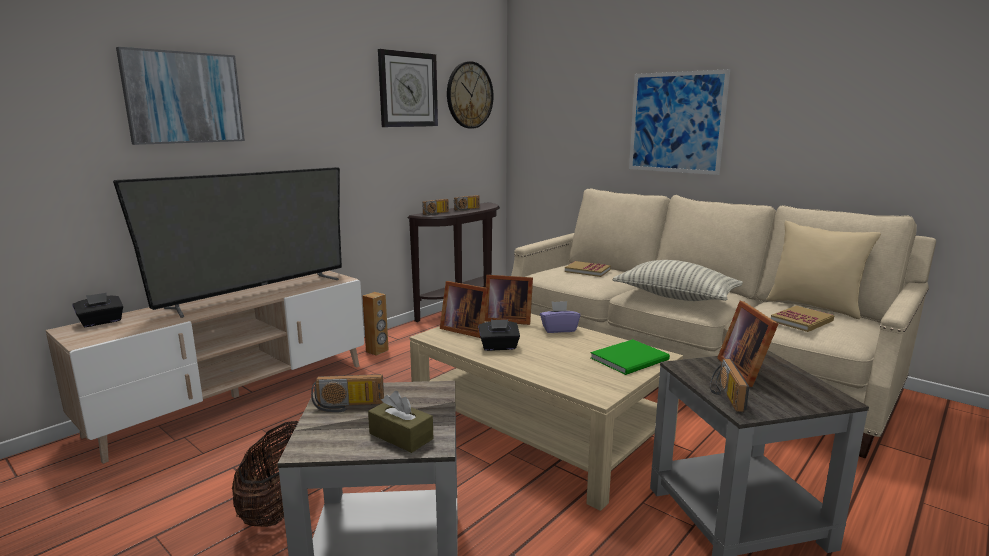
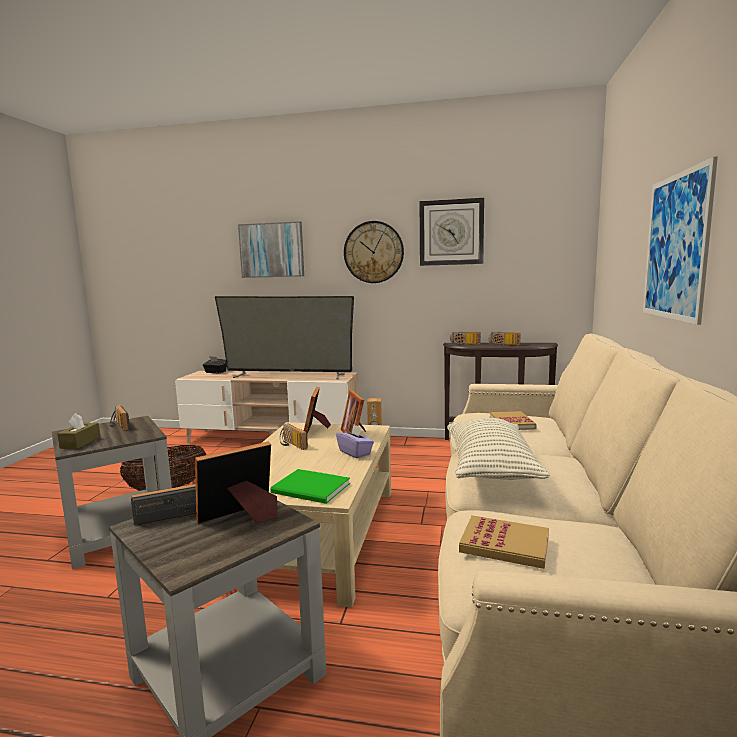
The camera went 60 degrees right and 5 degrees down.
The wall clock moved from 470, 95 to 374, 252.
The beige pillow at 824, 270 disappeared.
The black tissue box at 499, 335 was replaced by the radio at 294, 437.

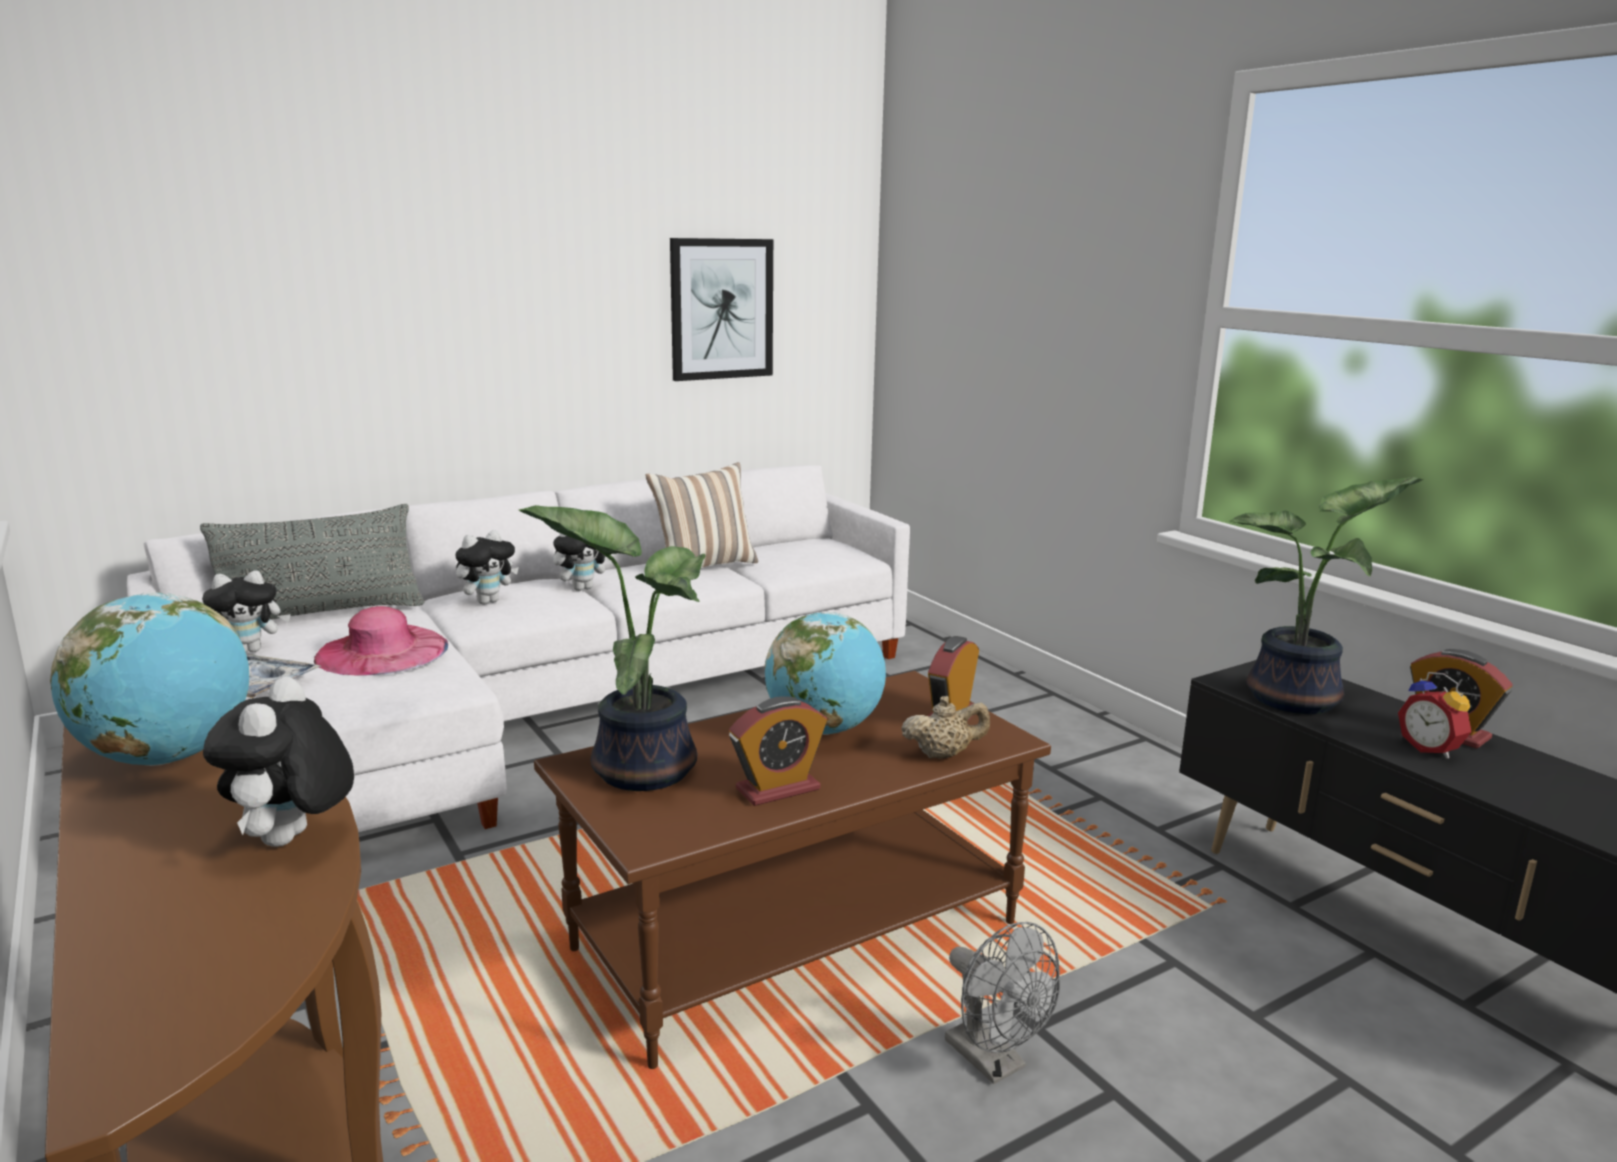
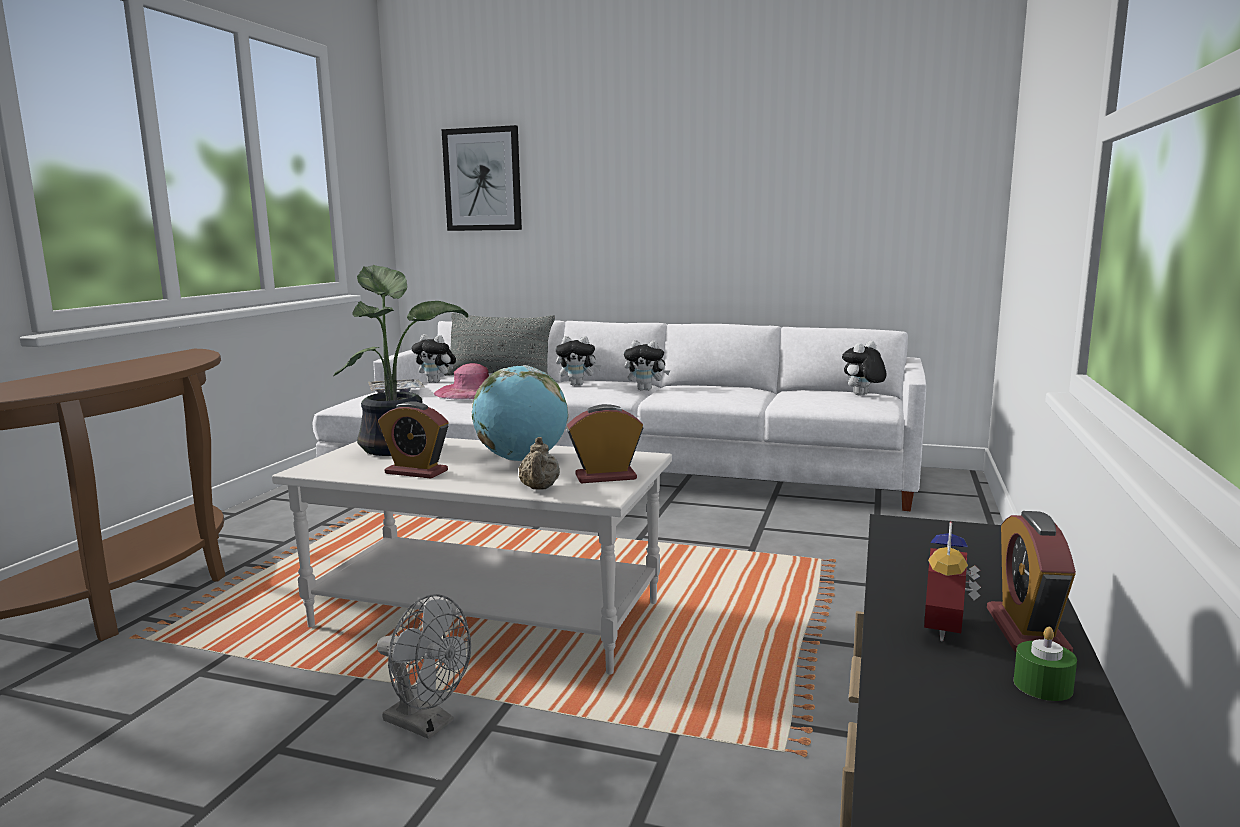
The camera went 50 degrees right and 5 degrees down.
The picture moved from 721, 309 to 482, 178.
The pillow at 701, 515 disappeared.
The potted plant at 1326, 595 disappeared.
The globe at 149, 679 disappeared.
The brown coffee table at 792, 870 became the white coffee table at 472, 556.
The plush toy moved from 278, 761 to 864, 368.
The beige teapot at 945, 727 turned 45 degrees clockwise.
The grey fan at 1002, 1003 turned 75 degrees counterclockwise.
The green candle at 1045, 664 appeared.

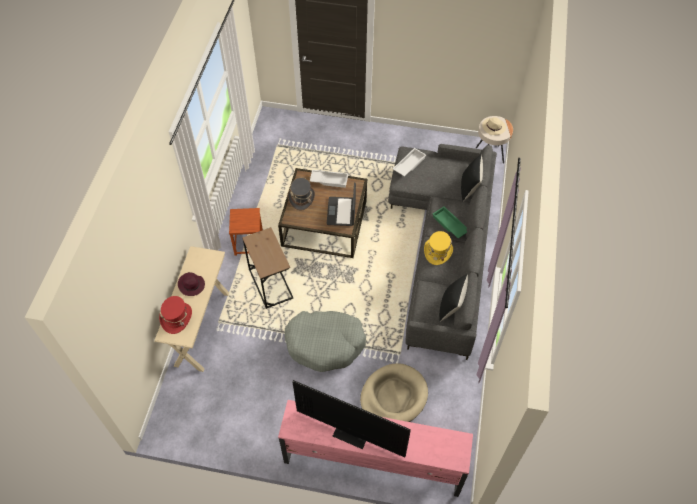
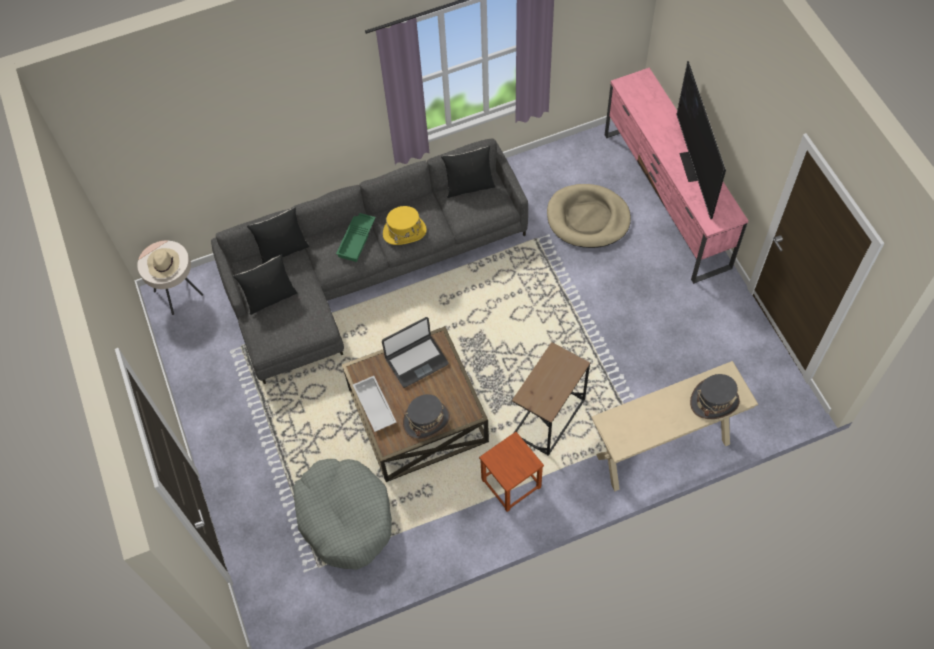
The camera went 120 degrees left and 5 degrees up.
The white tray at 409, 162 disappeared.
The purple hat at 191, 284 disappeared.
The red hat at 175, 315 became the grey hat at 715, 396.
The grey dog bed moved from 325, 341 to 343, 514.
The black pillow at 265, 284 appeared.

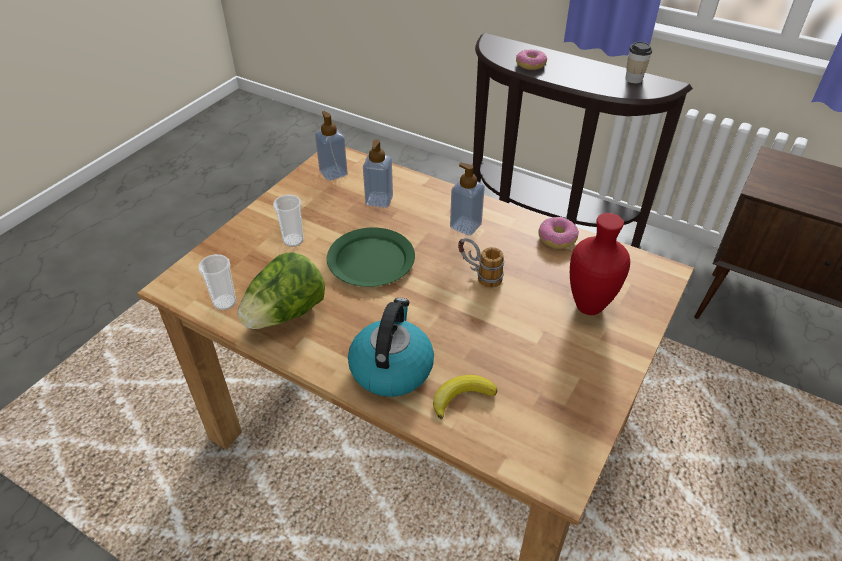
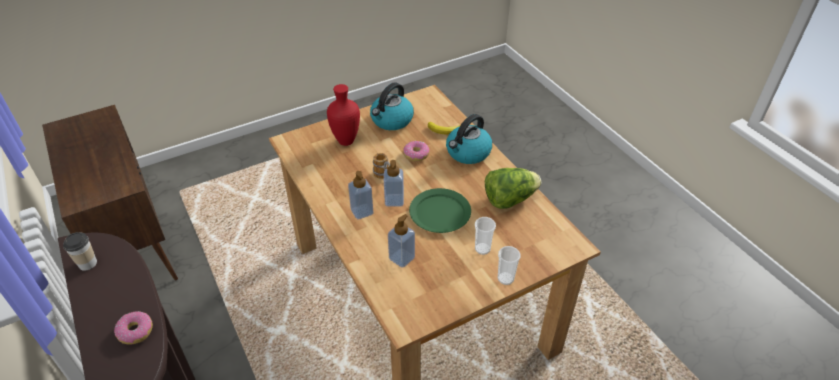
The camera went 150 degrees left and 0 degrees up.
The soap dispenser moved from 331, 146 to 394, 183.
The donut moved from 559, 233 to 416, 151.
The cup moved from 217, 282 to 509, 265.
The kettle at 392, 106 appeared.

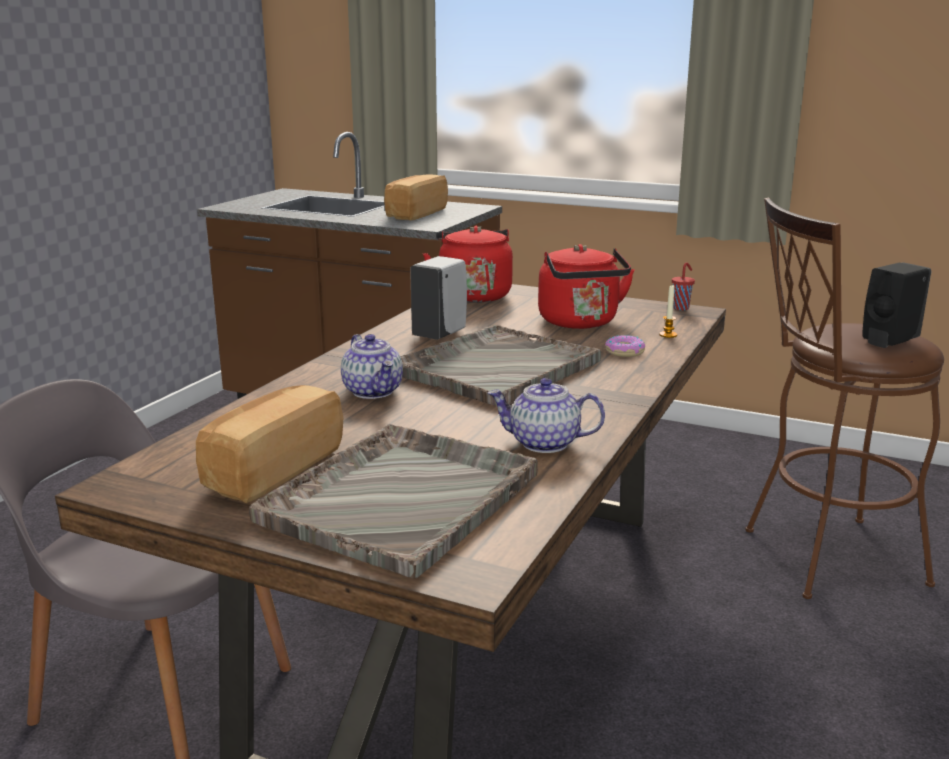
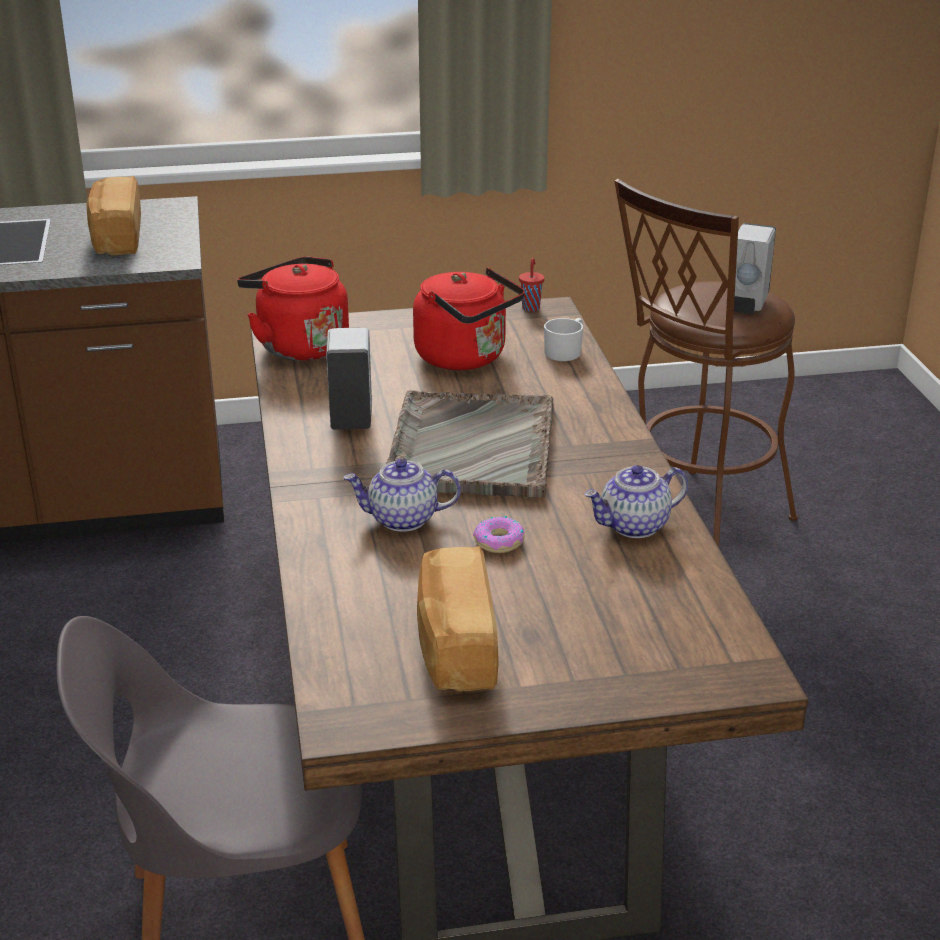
The camera went 35 degrees left and 10 degrees up.
The black soap dispenser at 896, 305 became the white soap dispenser at 755, 268.
The candle at 668, 311 was replaced by the white mug at 563, 339.
The teapot at 372, 366 turned 150 degrees clockwise.
The donut moved from 625, 346 to 499, 534.
The grey tray at 393, 501 disappeared.

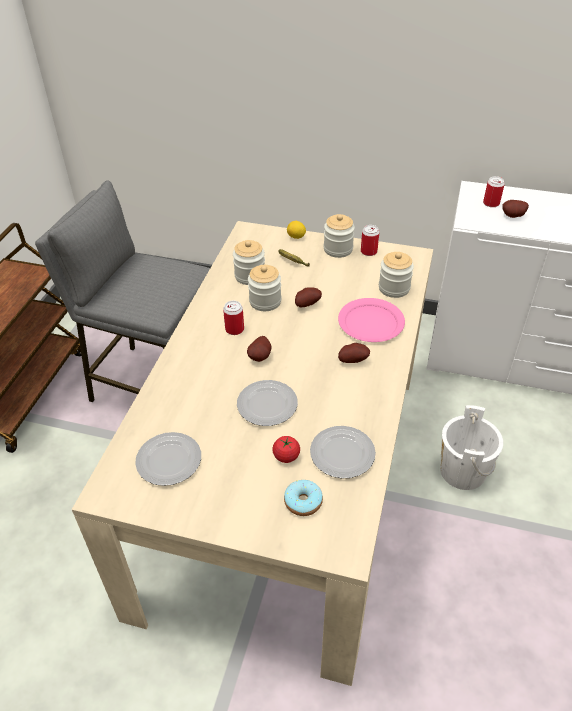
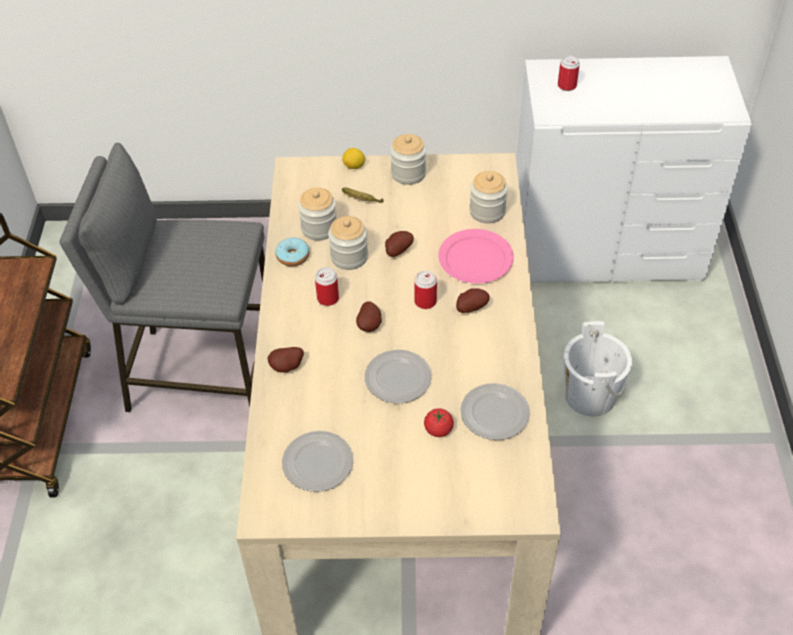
The camera went 15 degrees left and 5 degrees up.
The potato moved from 515, 209 to 286, 360.
The can moved from 370, 240 to 425, 289.
The donut moved from 303, 498 to 293, 252.

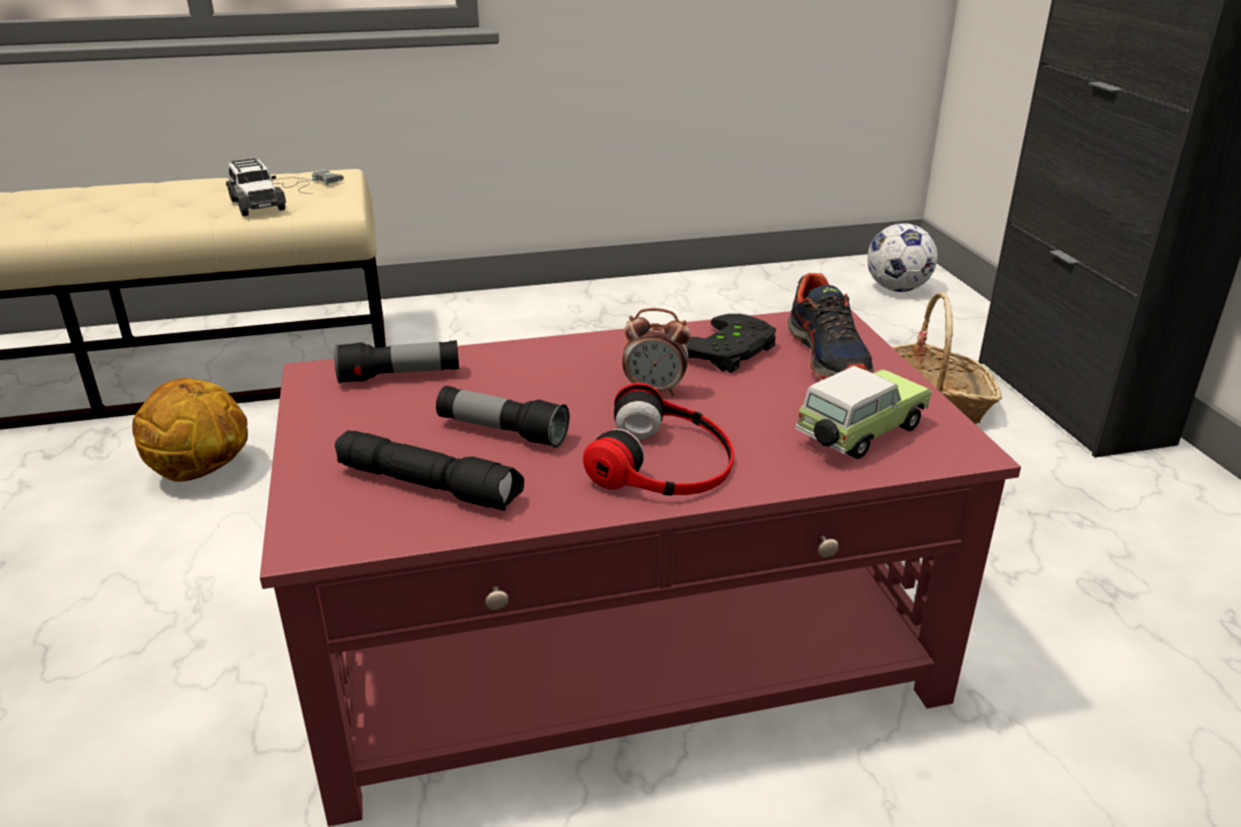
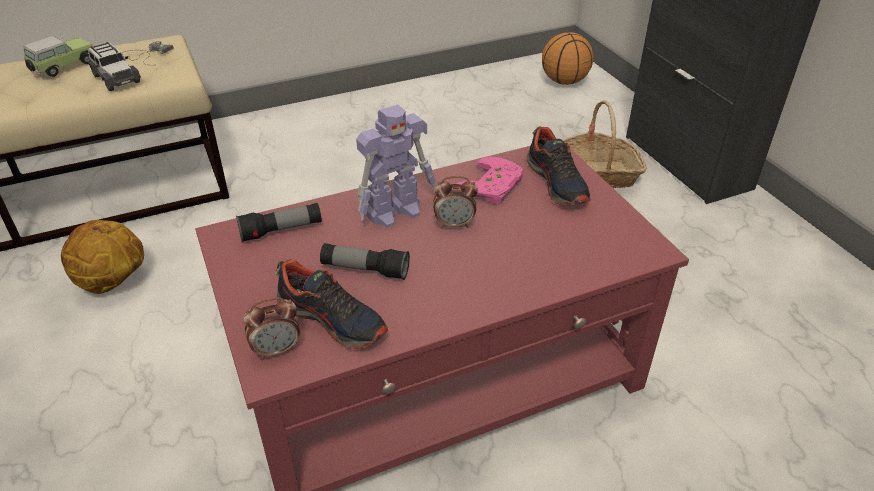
The camera went 10 degrees left and 10 degrees up.
The football at 902, 257 was replaced by the basketball at 567, 58.
The black game controller at 731, 343 became the pink game controller at 490, 181.
The toy car moved from 863, 412 to 58, 56.
The headphones at 658, 439 disappeared.
The black flashlight at 429, 470 was replaced by the shoe at 331, 304.
The toy robot at 396, 166 appeared.
The alarm clock at 271, 328 appeared.

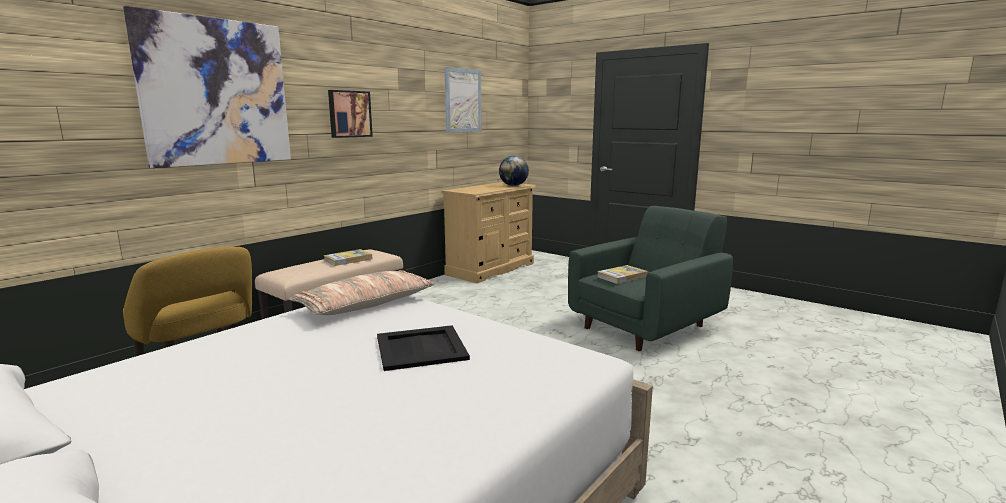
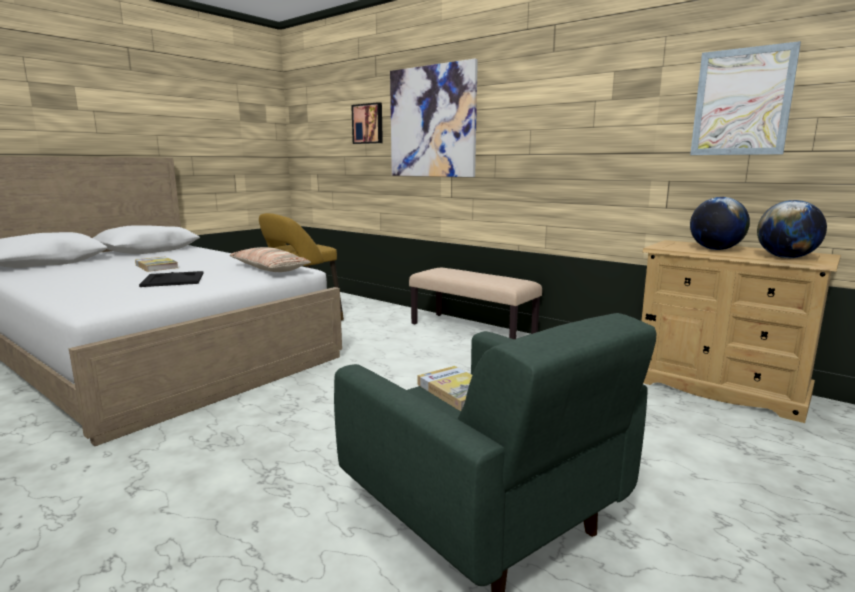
The camera went 90 degrees right and 0 degrees up.
The picture moved from 350, 114 to 367, 123.
The book moved from 347, 257 to 156, 264.
The globe at 720, 223 appeared.

